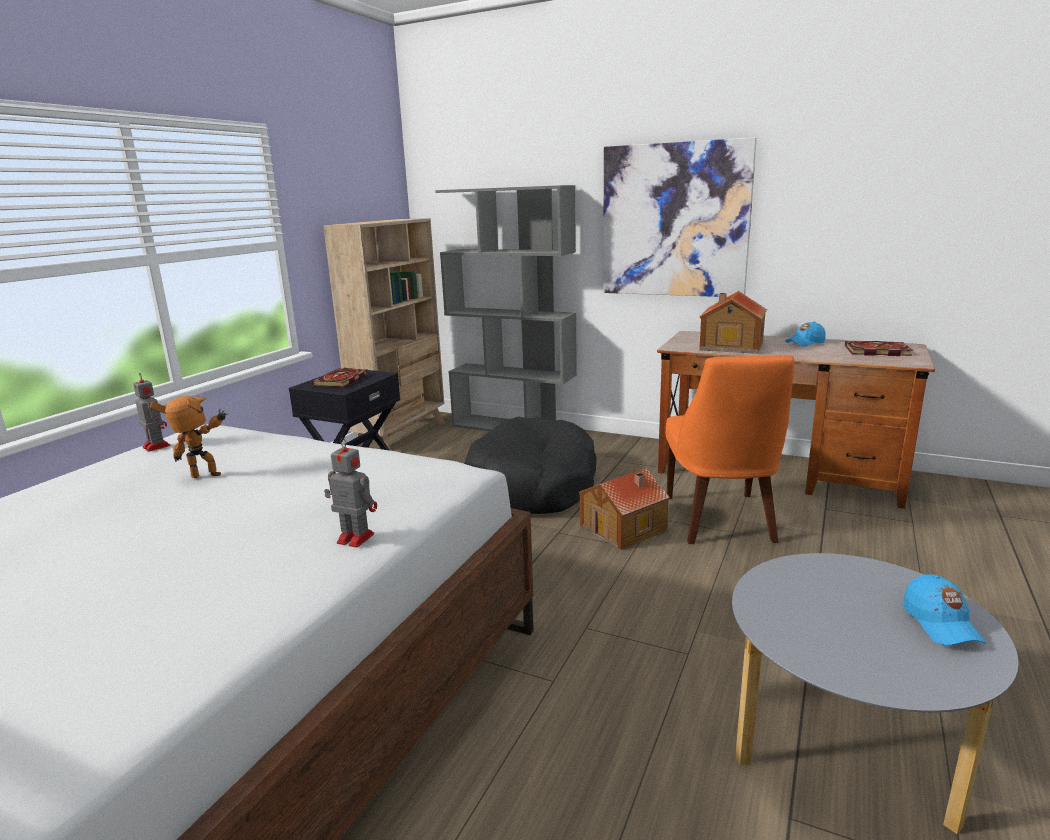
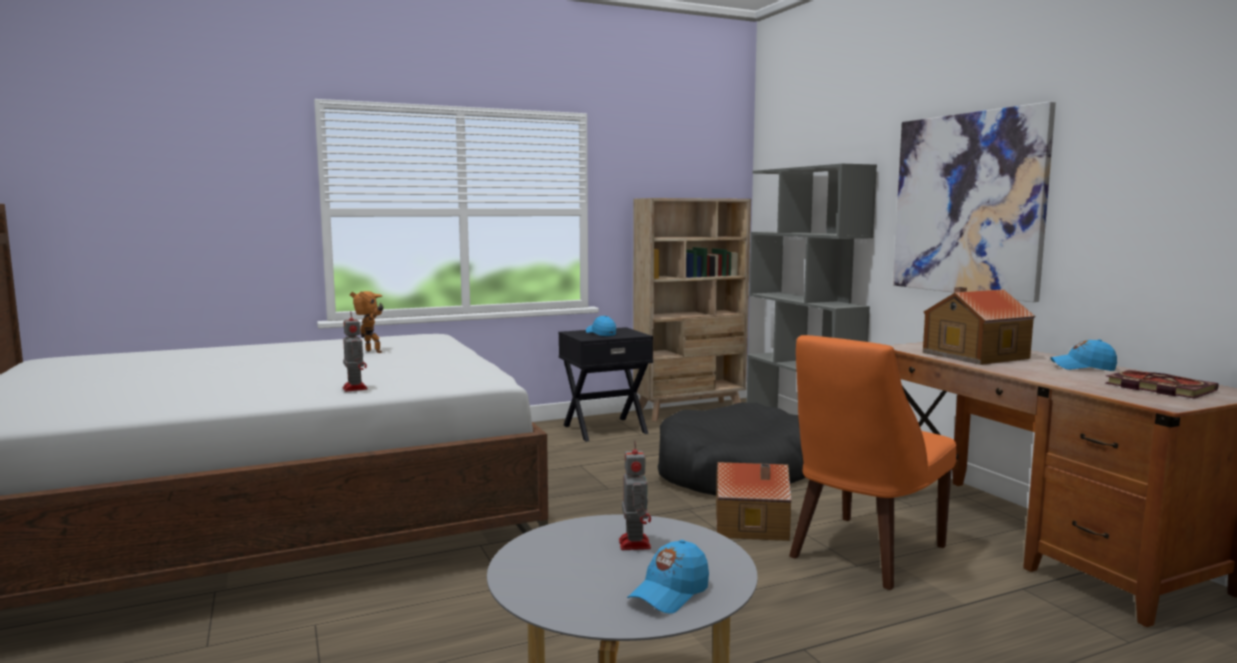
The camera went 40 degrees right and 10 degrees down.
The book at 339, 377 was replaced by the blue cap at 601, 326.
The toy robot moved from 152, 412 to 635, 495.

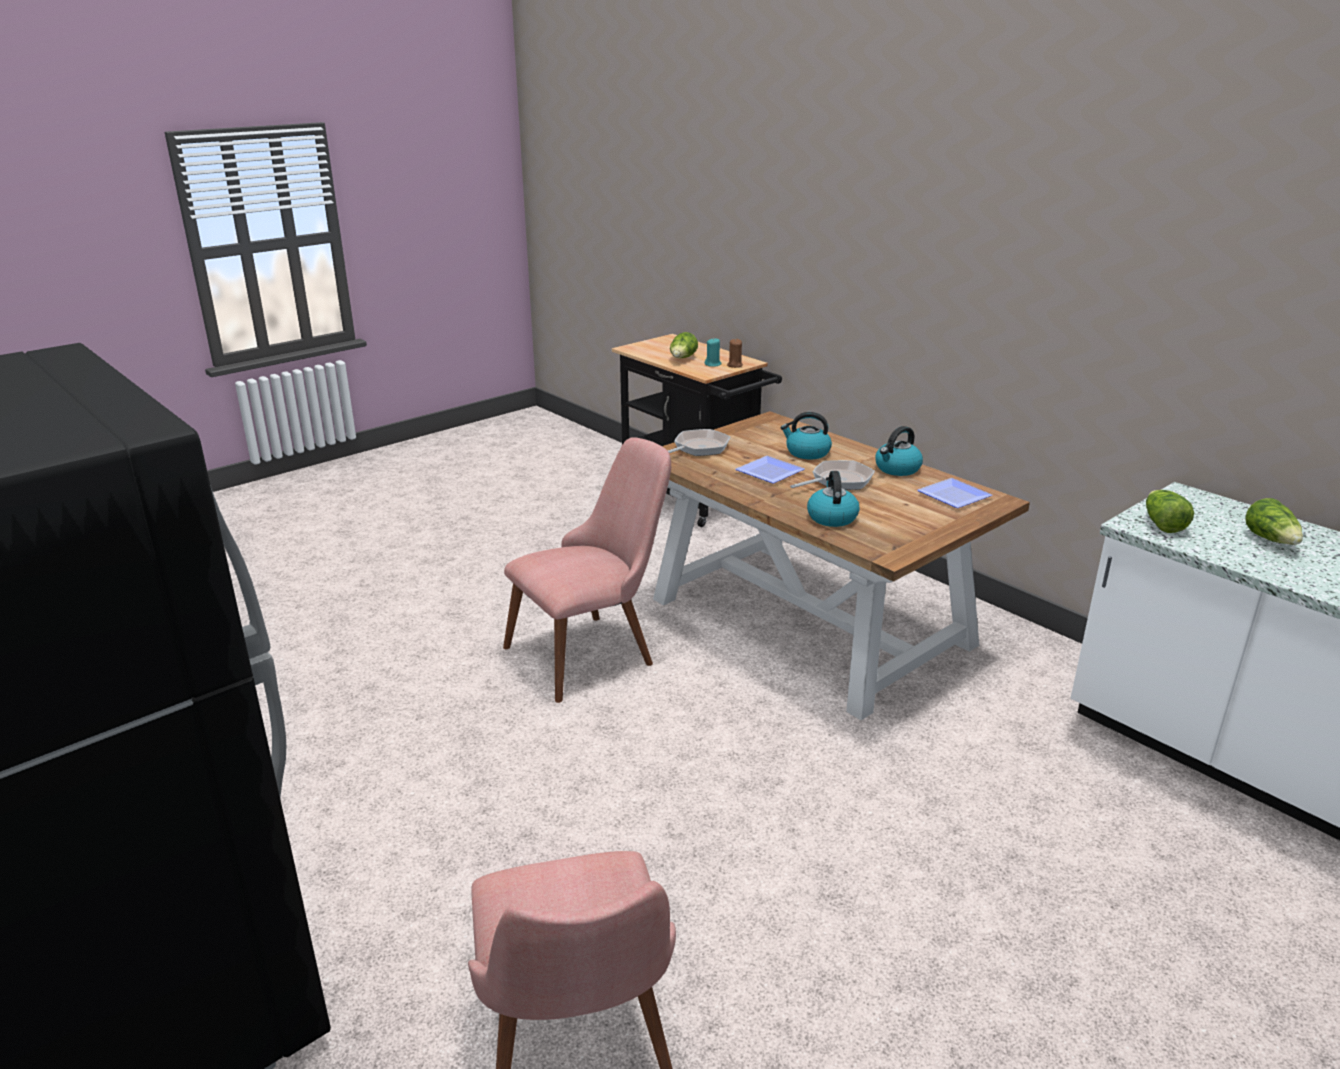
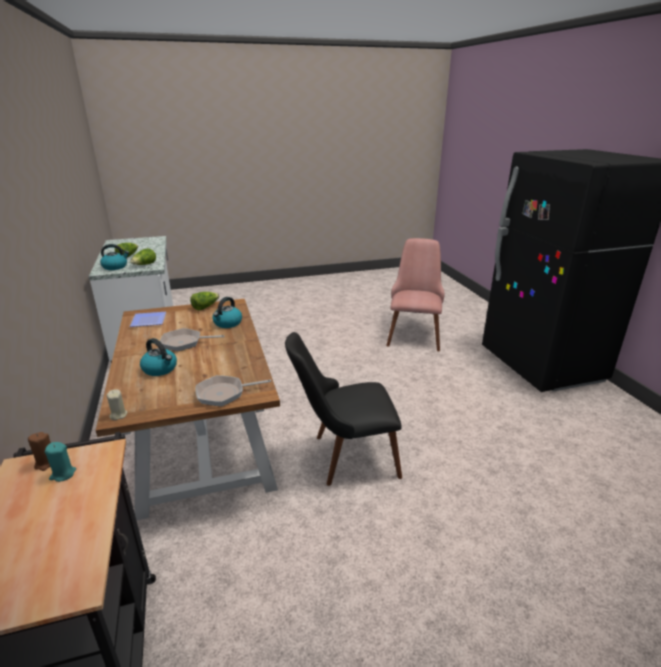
The camera went 155 degrees left and 0 degrees up.
The lettuce moved from 684, 345 to 204, 301.
The kettle moved from 899, 451 to 114, 257.
The pink chair at 587, 570 became the black chair at 343, 409.
The plate at 769, 470 disappeared.
The beige candle at 117, 404 appeared.

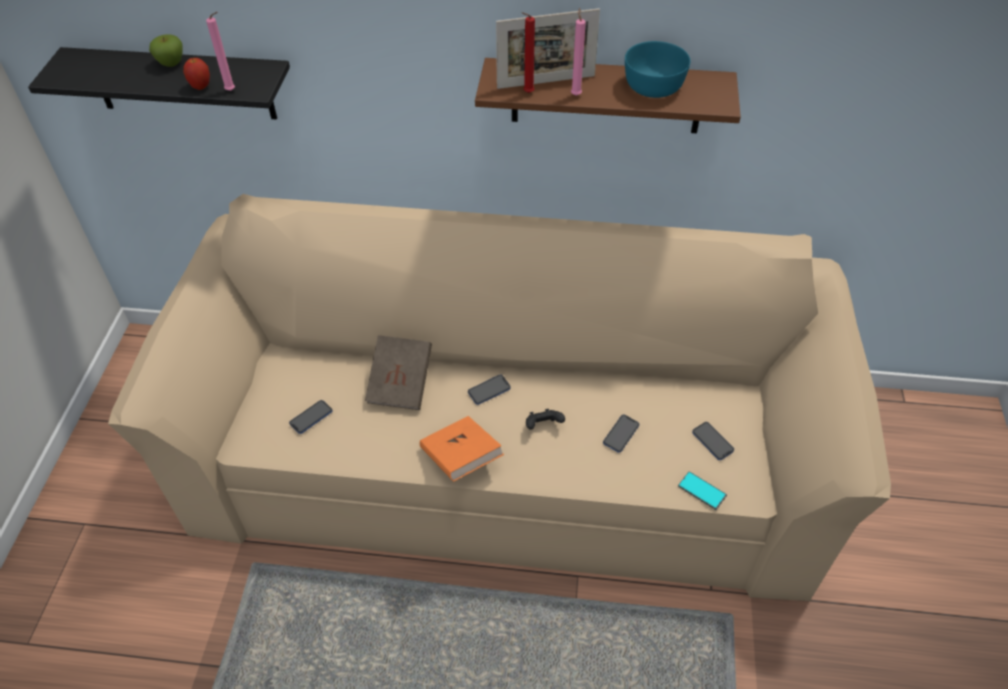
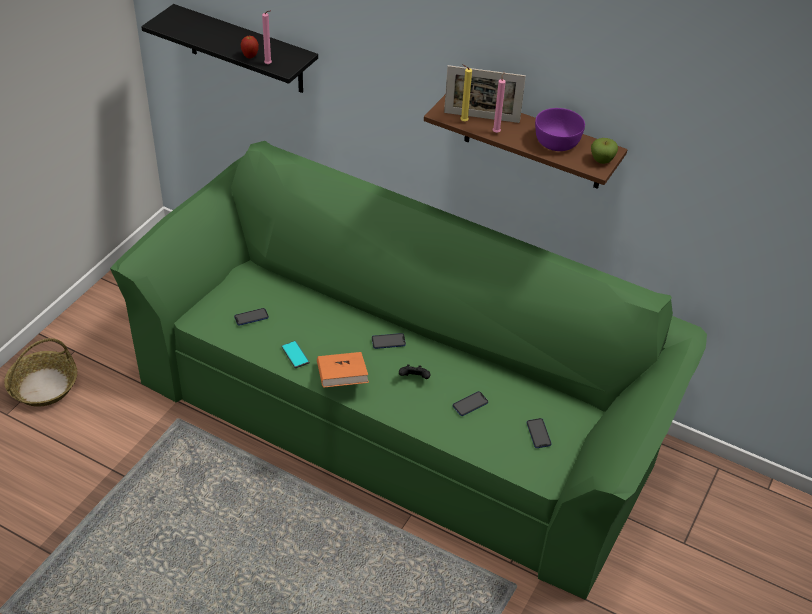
The camera went 20 degrees right and 5 degrees down.
The red candle at 528, 52 became the yellow candle at 466, 93.
The apple moved from 166, 51 to 604, 151.
The turquoise bowl at 657, 69 became the purple bowl at 560, 129.
The beige sofa at 499, 397 became the green sofa at 408, 370.
The brown book at 398, 372 disappeared.
The phone moved from 702, 490 to 295, 354.
The basket at 40, 372 appeared.

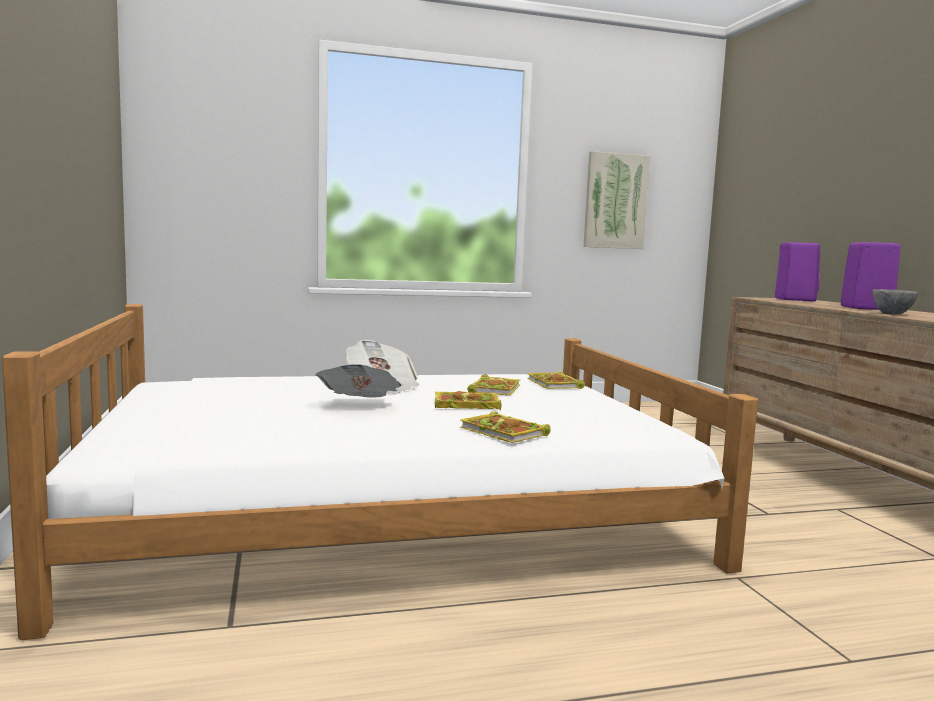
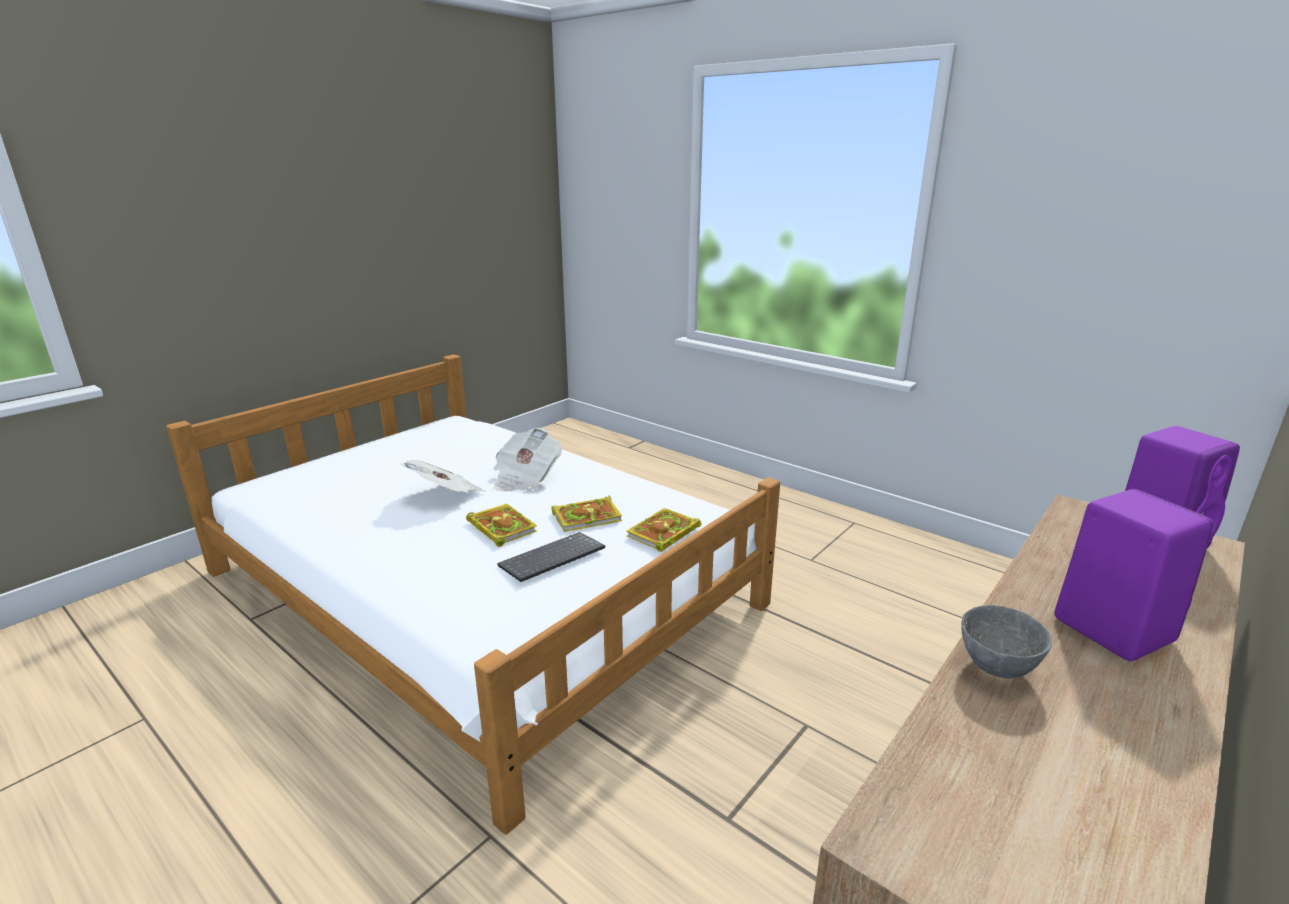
The camera went 55 degrees right and 15 degrees up.
The picture at 616, 200 disappeared.
The book at 505, 427 disappeared.
The keyboard at 551, 557 appeared.

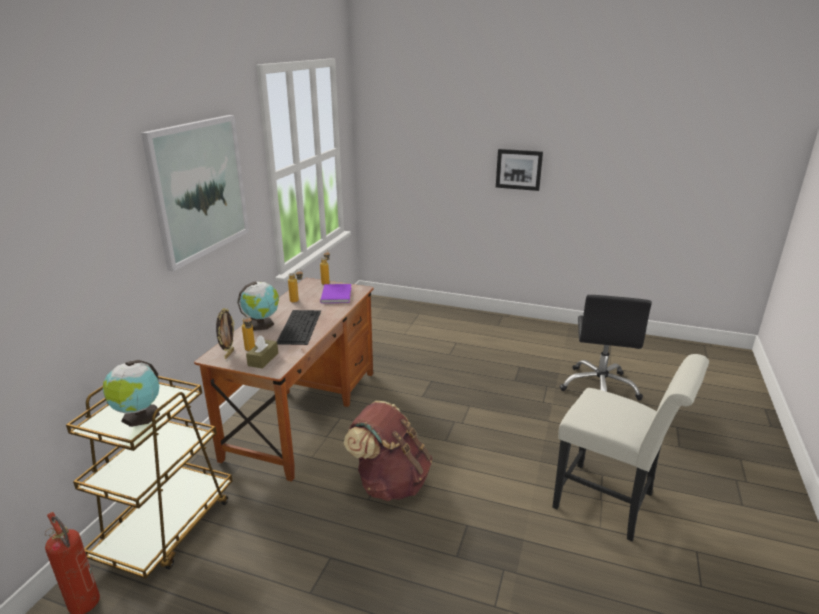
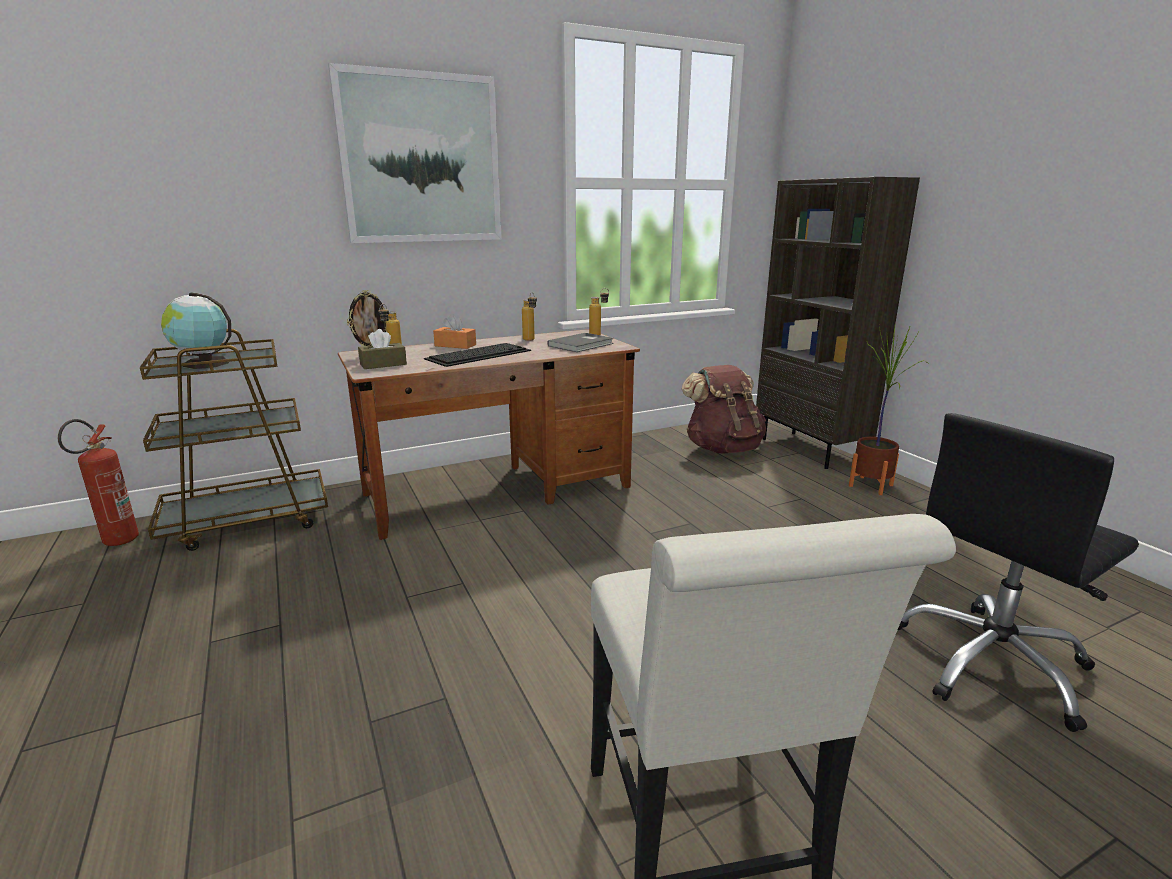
The camera went 45 degrees right and 5 degrees down.
The picture at 519, 170 disappeared.
The globe at 258, 306 was replaced by the orange tissue box at 454, 331.
The purple book at 335, 293 became the grey book at 580, 342.
The brown backpack moved from 388, 451 to 724, 409.
The brown bookcase at 838, 323 appeared.
The potted plant at 887, 410 appeared.

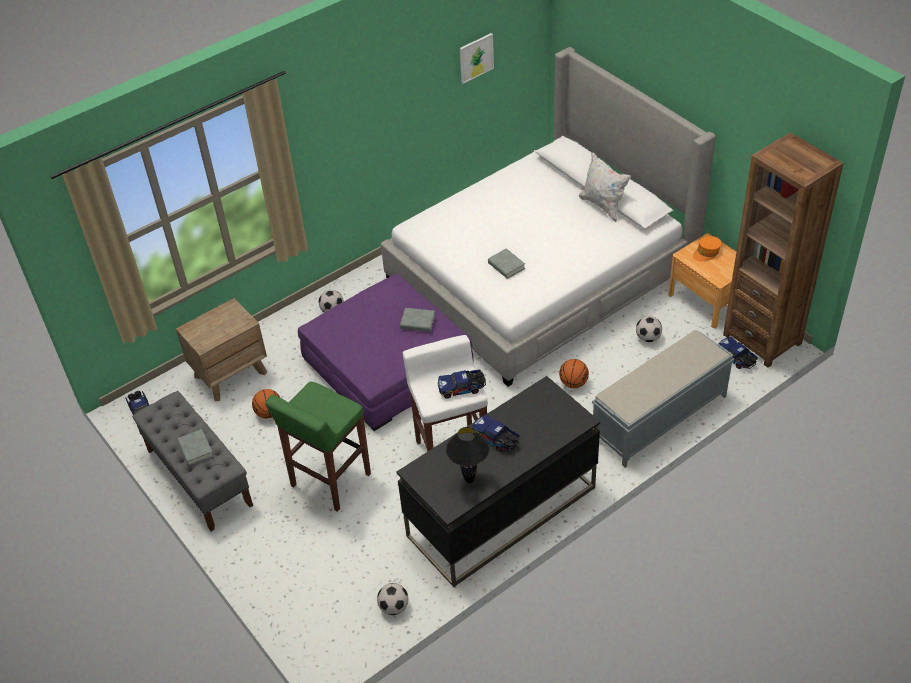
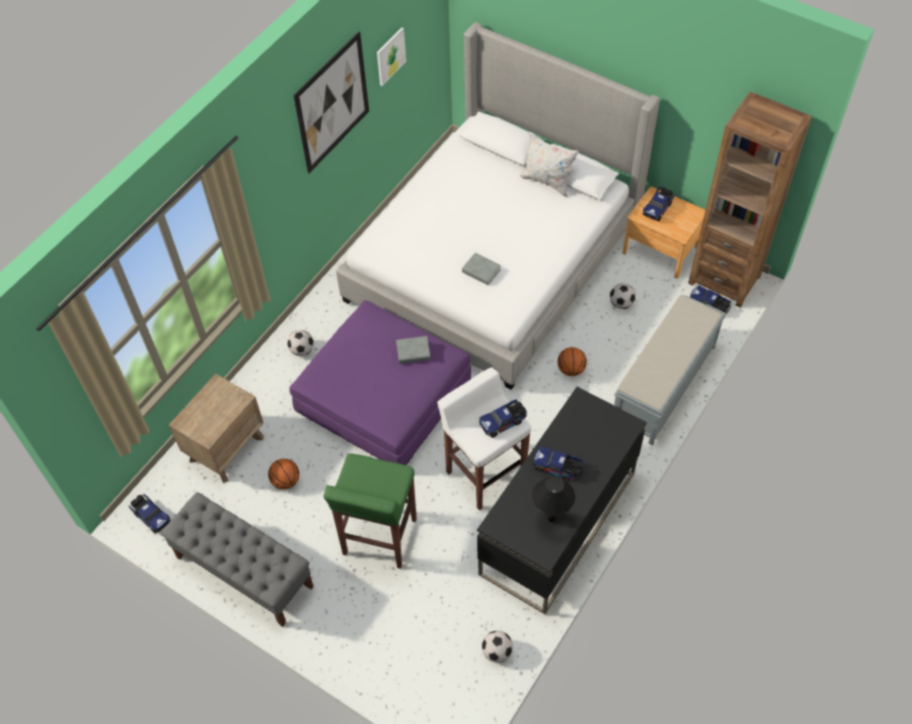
The camera went 20 degrees left and 10 degrees up.
The orange cap at 707, 249 was replaced by the toy truck at 658, 204.
The grey book at 195, 447 disappeared.
The picture at 331, 102 appeared.

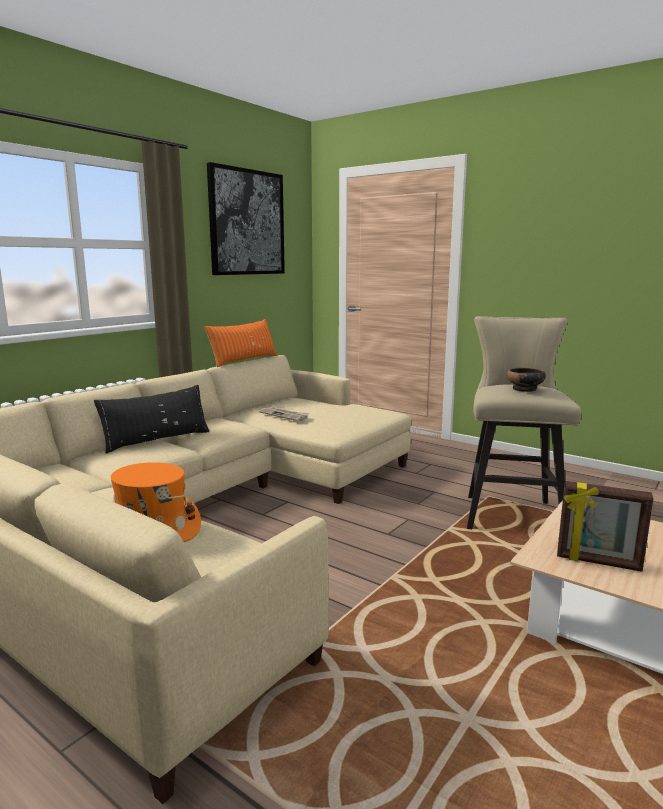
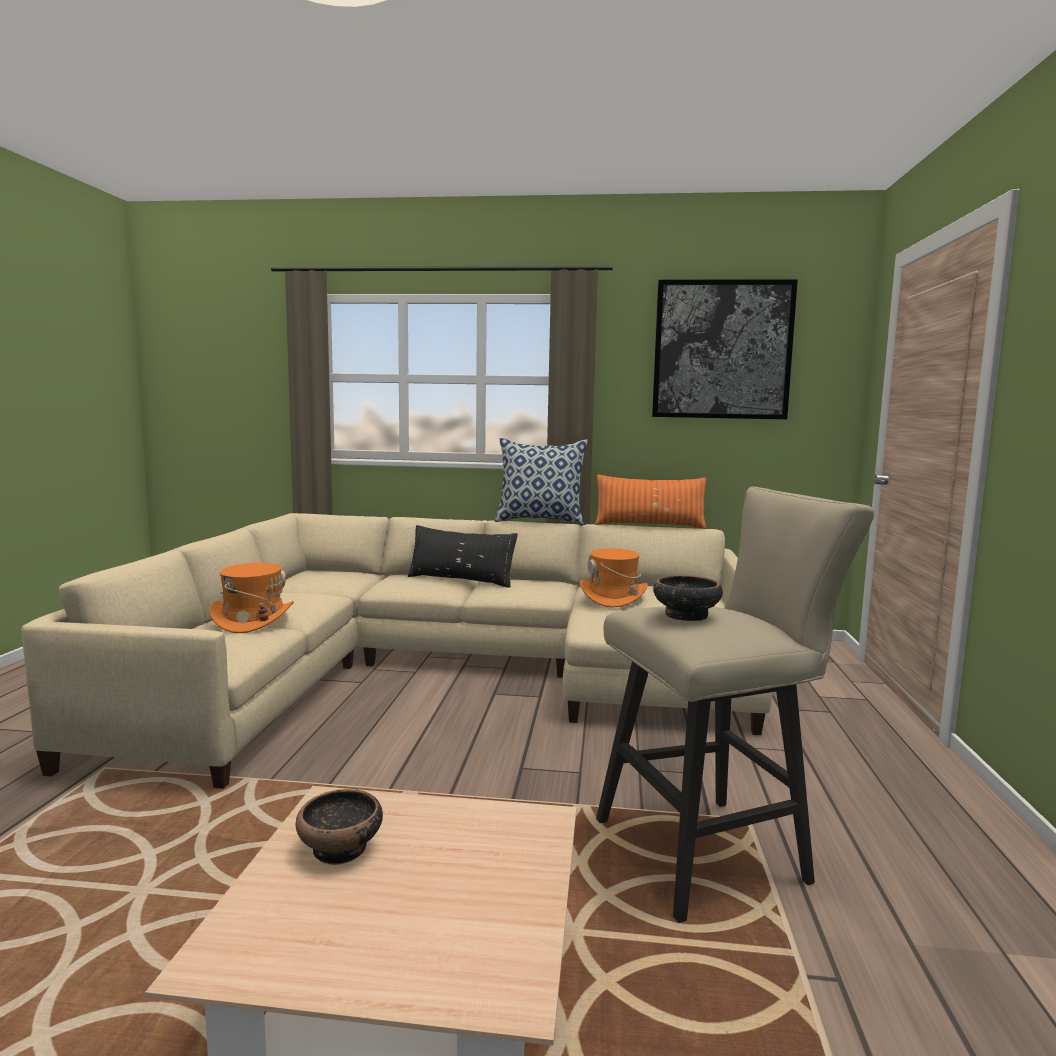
The camera went 60 degrees right and 5 degrees down.
The newspaper at 284, 414 was replaced by the orange hat at 614, 577.
The picture frame at 605, 526 was replaced by the bowl at 339, 827.
The pillow at 541, 481 appeared.

